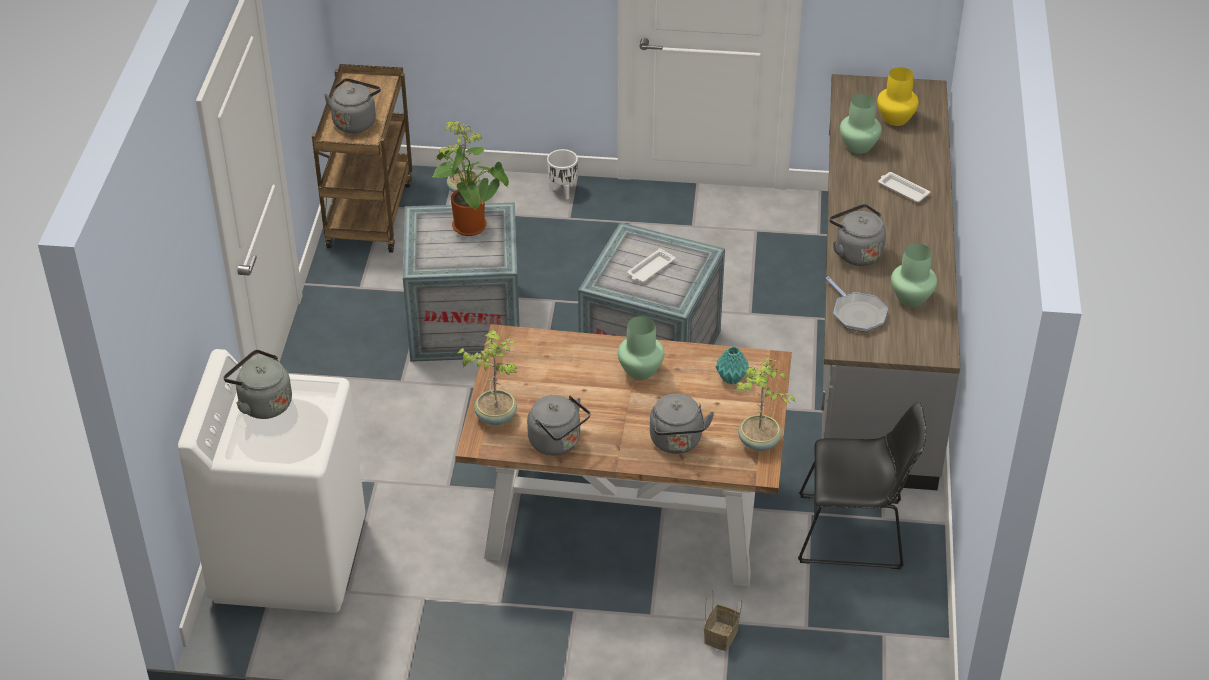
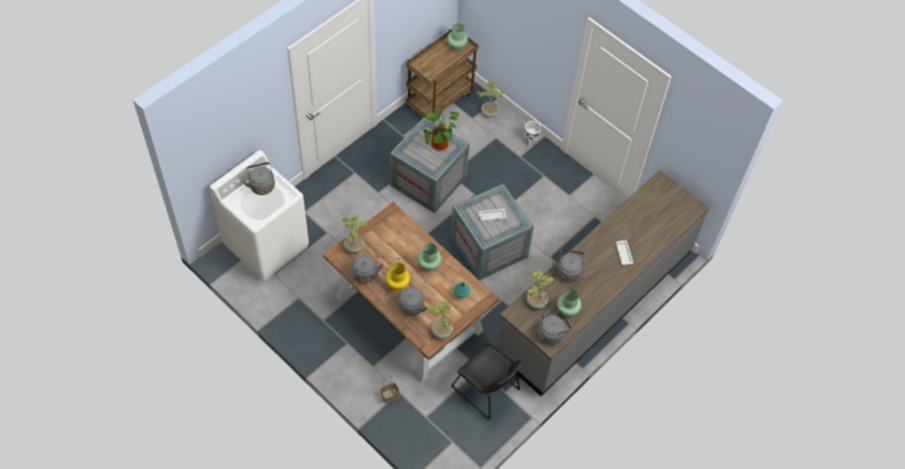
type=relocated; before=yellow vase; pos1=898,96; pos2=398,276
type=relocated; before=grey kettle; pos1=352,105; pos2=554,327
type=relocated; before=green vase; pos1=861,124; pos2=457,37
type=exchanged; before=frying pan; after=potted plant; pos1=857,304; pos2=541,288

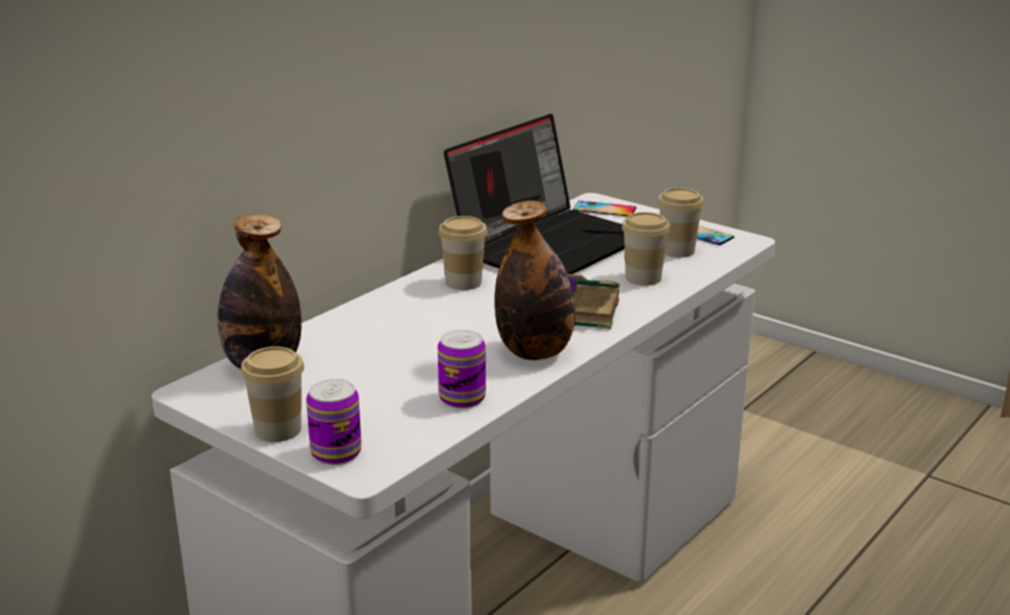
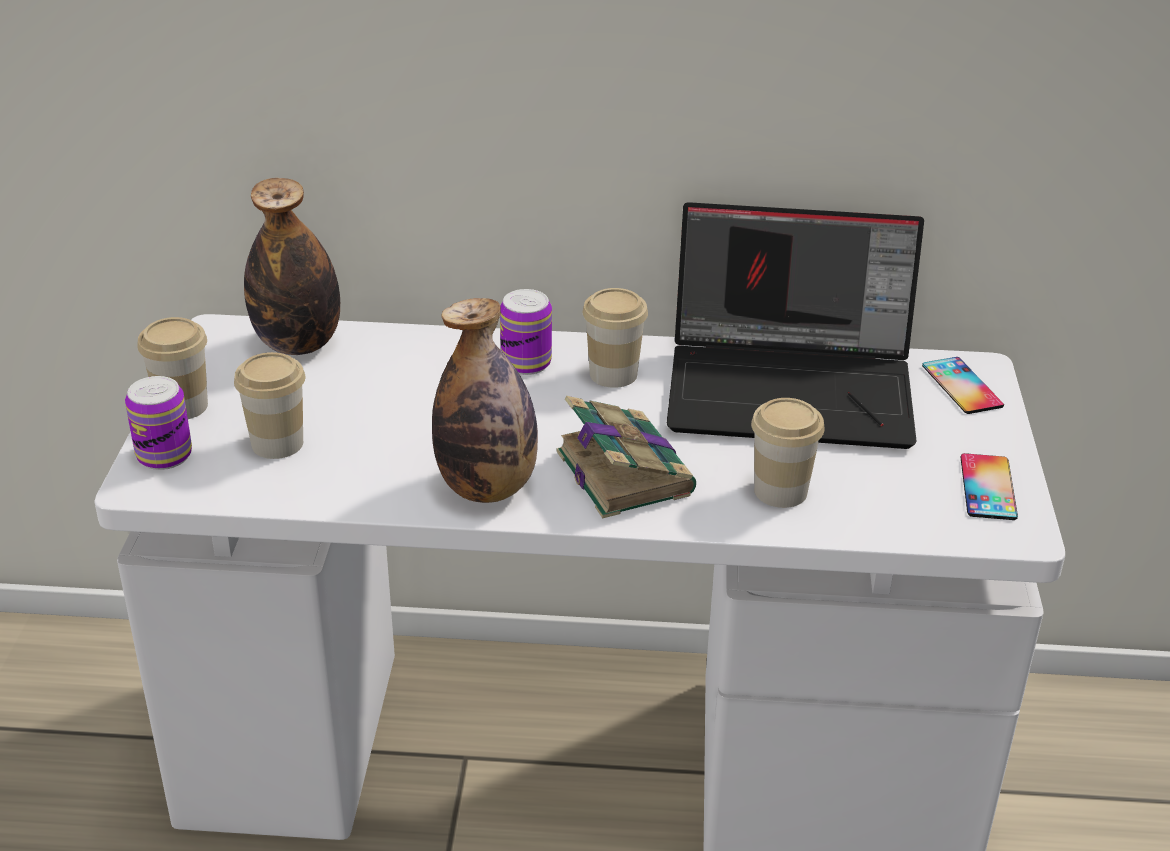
type=relocated; before=cup; pos1=681,223; pos2=269,405
type=relocated; before=can; pos1=462,369; pos2=526,332

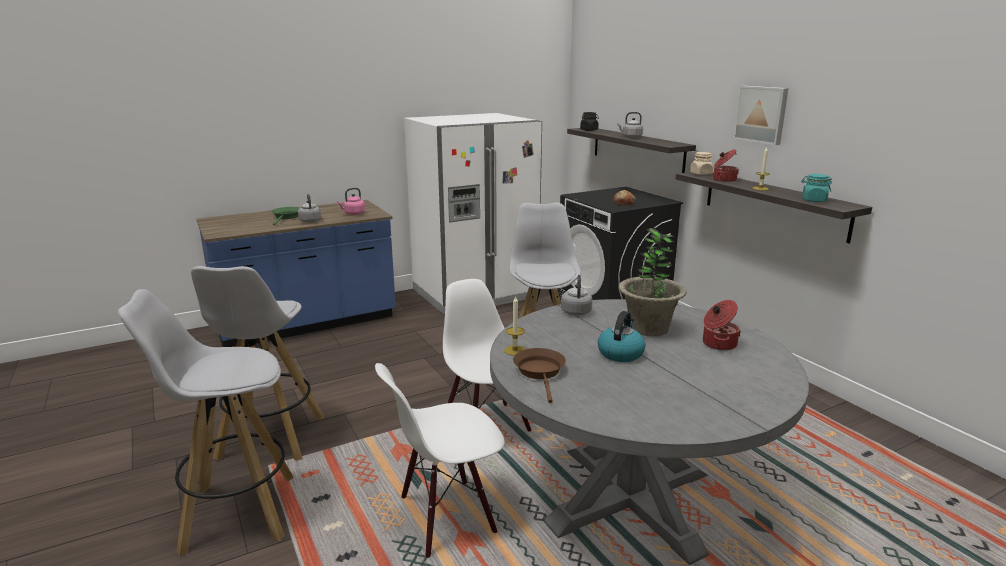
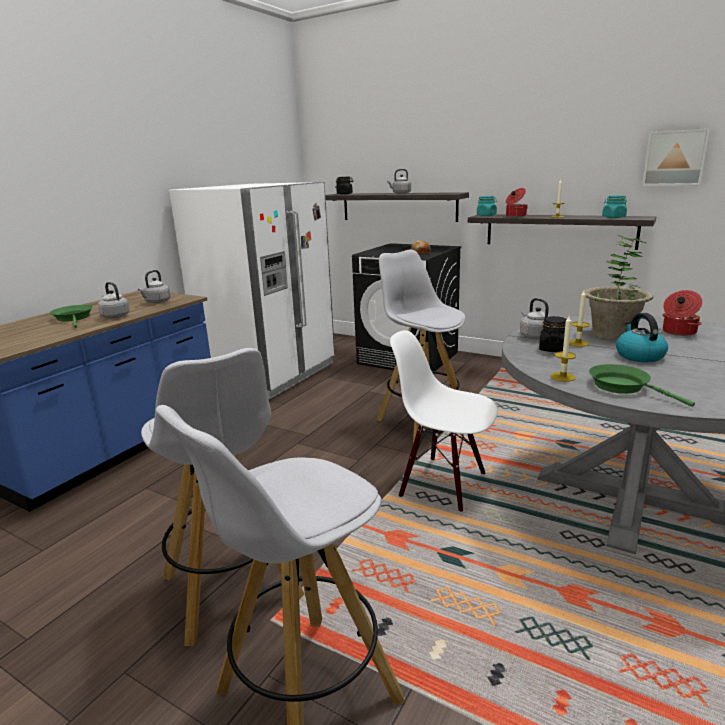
type=relocated; before=picture; pos1=761,115; pos2=676,157
type=colour; before=beige jar; after=turquoise jar; pos1=701,163; pos2=487,206
type=colour; before=pink kettle; after=grey kettle; pos1=351,201; pos2=154,286
type=colour; before=brown frying pan; after=green frying pan; pos1=539,375; pos2=642,385
type=missing; before=white chair; pos1=440,460
type=appeared; after=candle; pos2=579,319
type=appeared; after=black jar; pos2=553,334

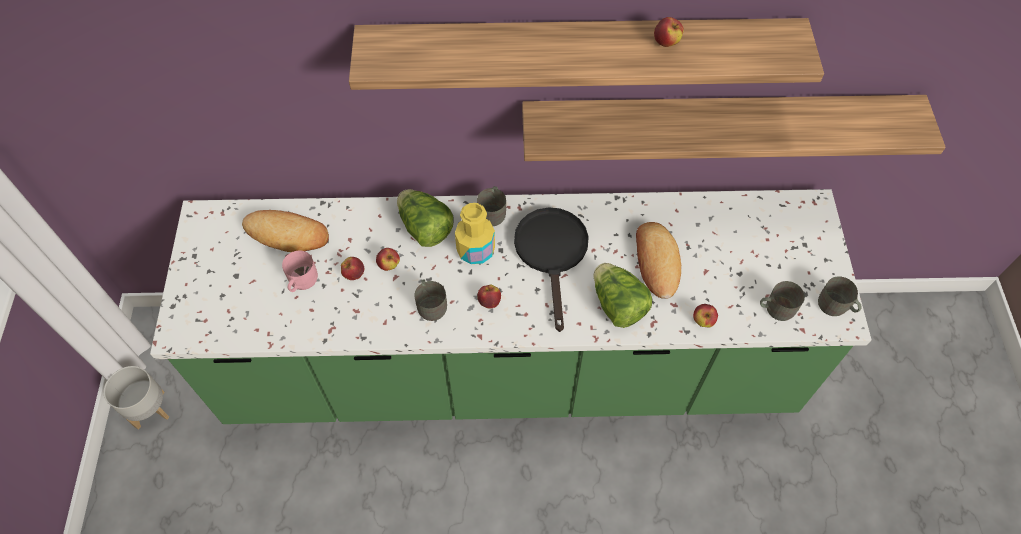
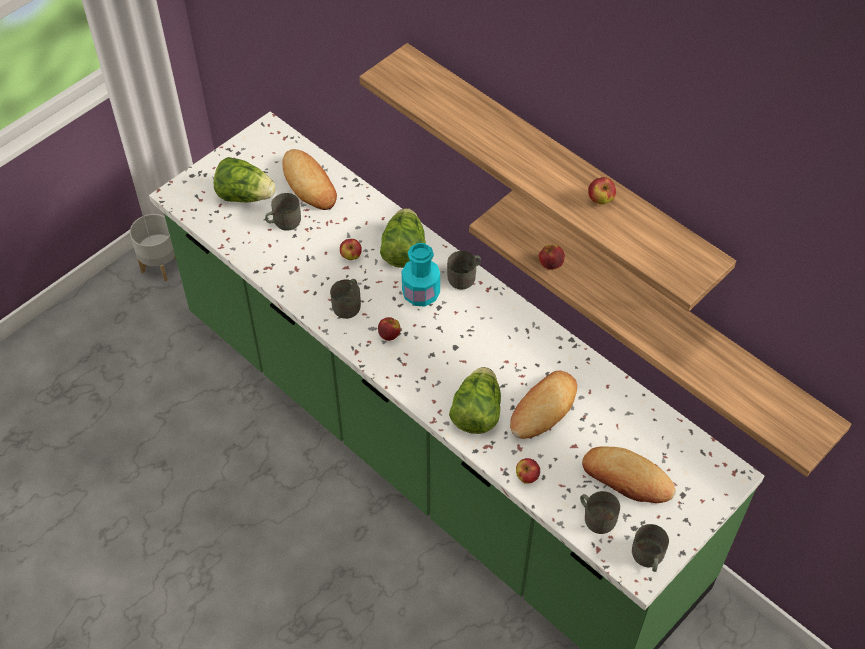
type=colour; before=yellow bottle; after=turquoise bottle; pos1=475,233; pos2=421,275
type=missing; before=black frying pan; pos1=551,269
type=colour; before=pink mug; after=grey mug; pos1=300,271; pos2=283,212
type=relocated; before=apple; pos1=352,268; pos2=551,257
type=appeared; after=lettuce; pos2=245,179
type=appeared; after=bread; pos2=629,474

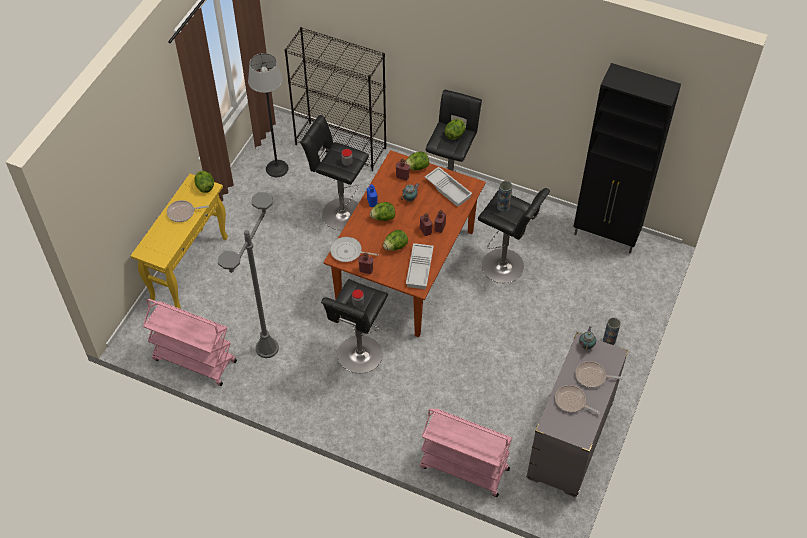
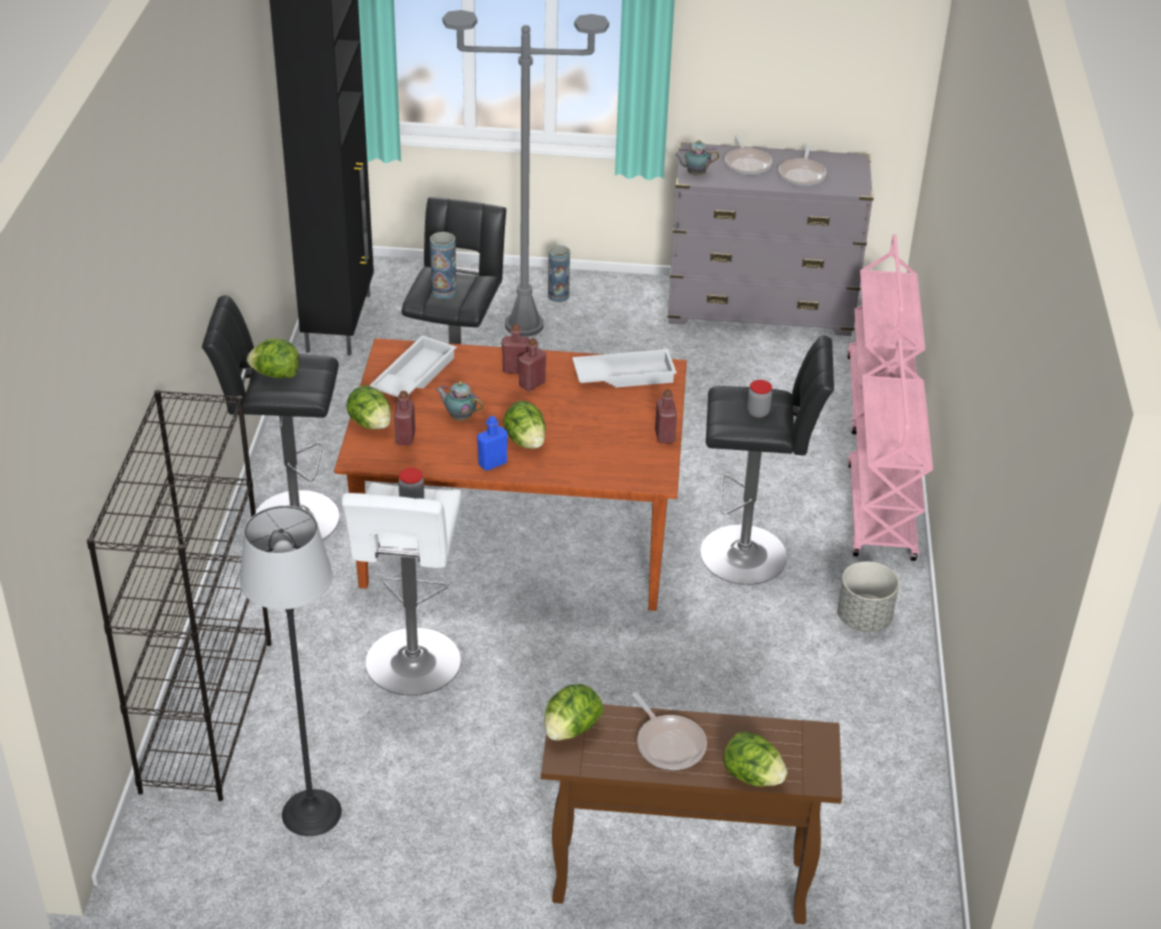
type=colour; before=black stool; after=white stool; pos1=334,172; pos2=402,589
type=colour; before=yellow console table; after=brown console table; pos1=179,241; pos2=691,814
type=relocated; before=grey floor lamp; pos1=248,275; pos2=526,173
type=relocated; before=lettuce; pos1=395,240; pos2=755,758
type=missing; before=frying pan; pos1=354,249
type=relocated; before=pink cart; pos1=190,342; pos2=890,450
type=appeared; after=grey planter; pos2=868,596

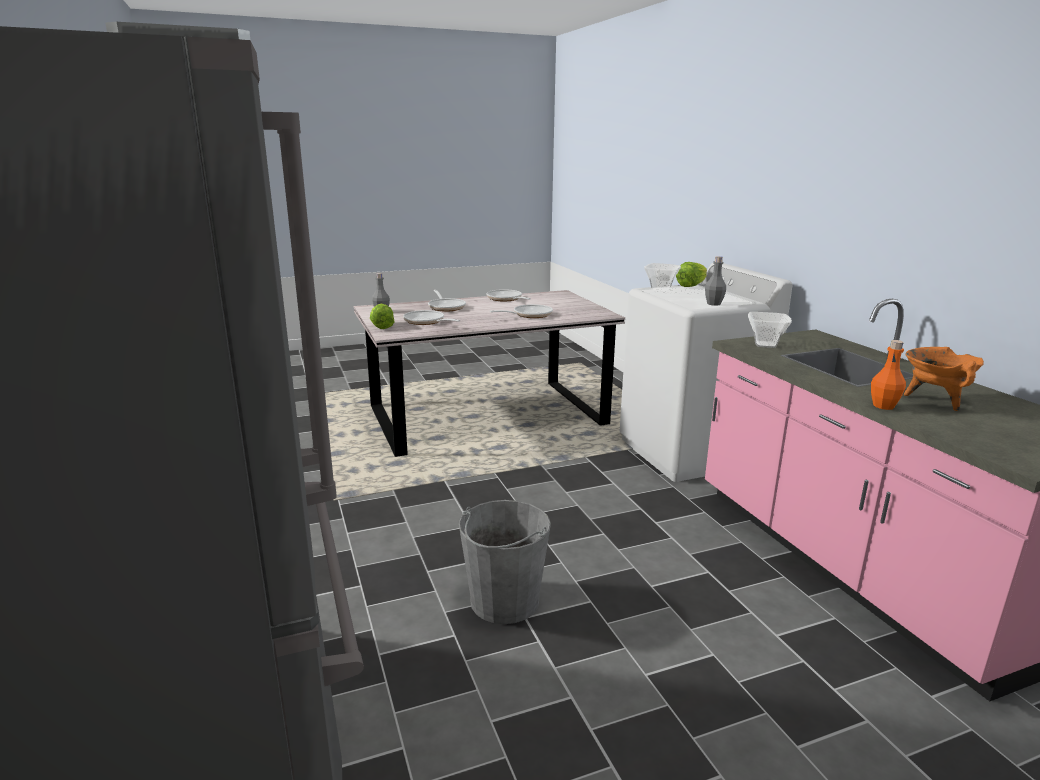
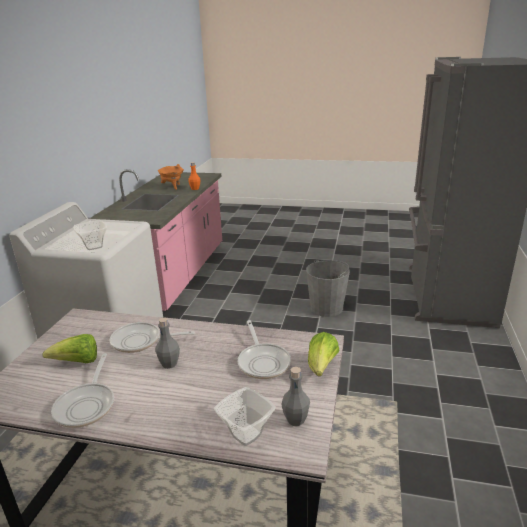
type=relocated; before=grey bottle; pos1=715,281; pos2=167,343
type=relocated; before=lettuce; pos1=691,274; pos2=69,348
type=missing; before=frying pan; pos1=447,301
type=relocated; before=bowl; pos1=770,330; pos2=245,416

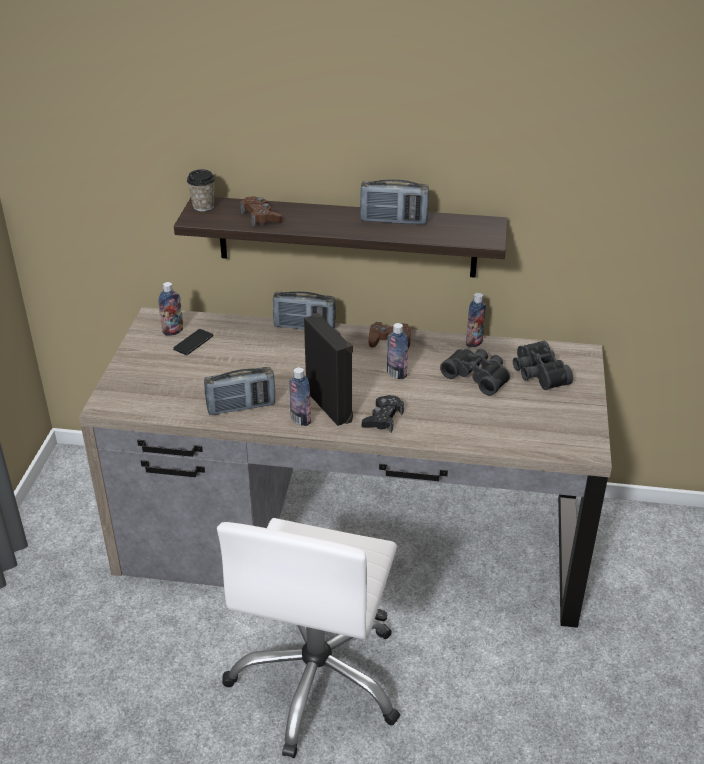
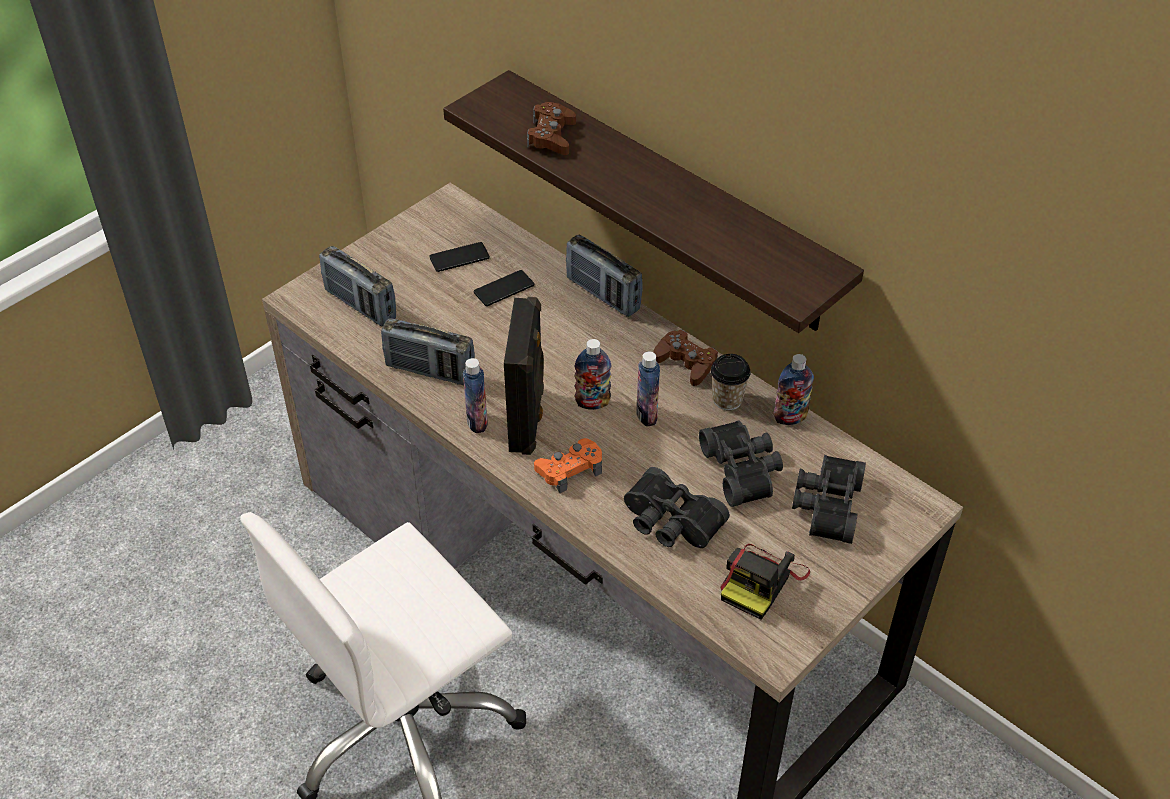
type=relocated; before=cup; pos1=201,190; pos2=731,382
type=relocated; before=radio; pos1=394,202; pos2=357,286
type=relocated; before=bottle; pos1=170,309; pos2=593,374
type=colour; before=black game controller; after=orange game controller; pos1=383,413; pos2=568,465
type=appeared; after=phone; pos2=504,288
type=appeared; after=black binoculars; pos2=677,507
type=appeared; after=photo camera; pos2=765,582

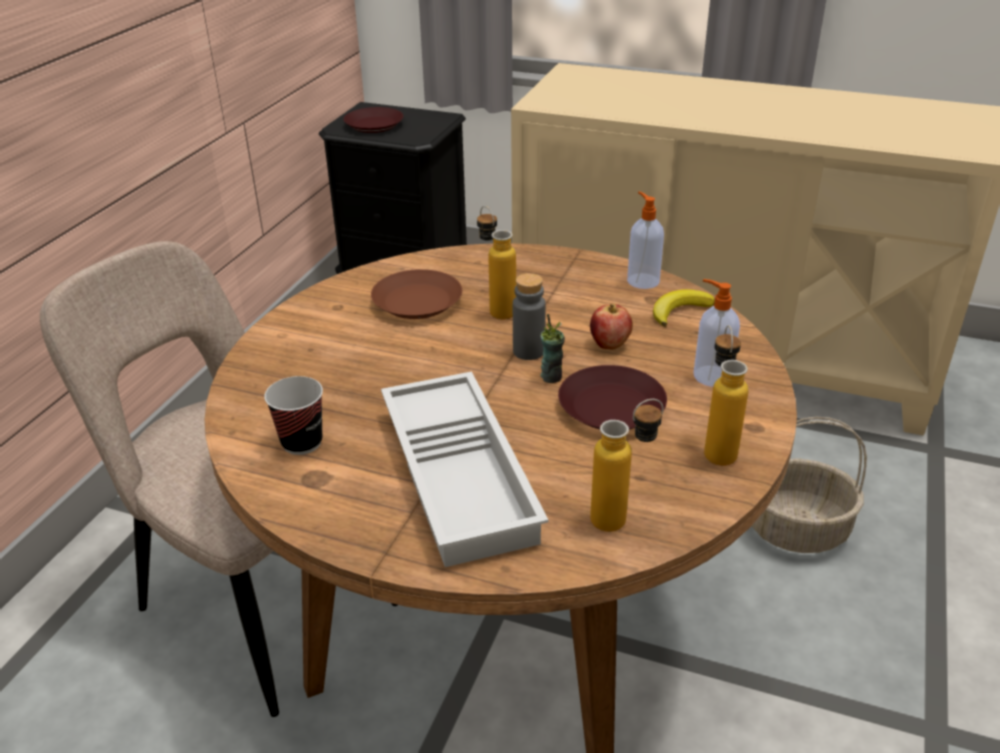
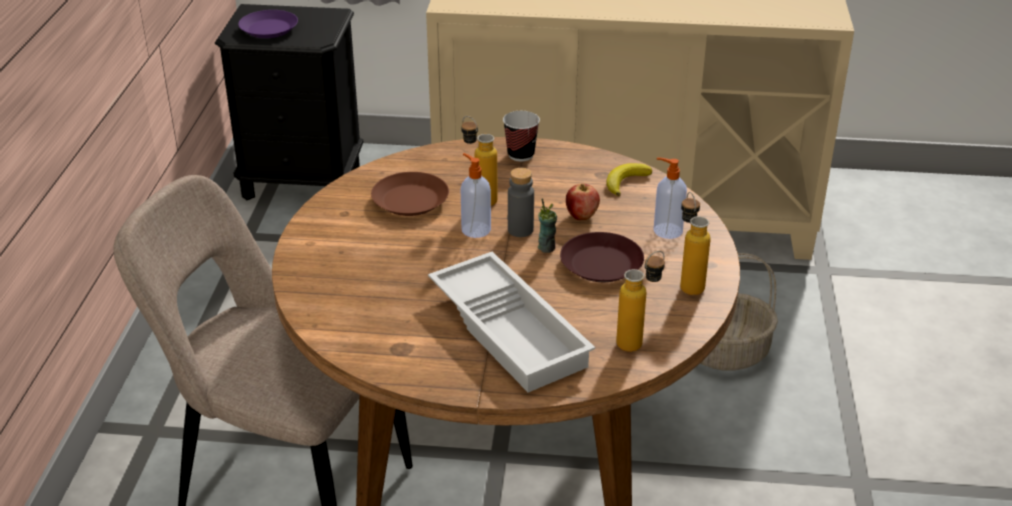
type=colour; before=brown plate; after=purple plate; pos1=373,120; pos2=268,24
type=relocated; before=soap dispenser; pos1=645,240; pos2=476,195
type=relocated; before=cup; pos1=293,415; pos2=521,136

